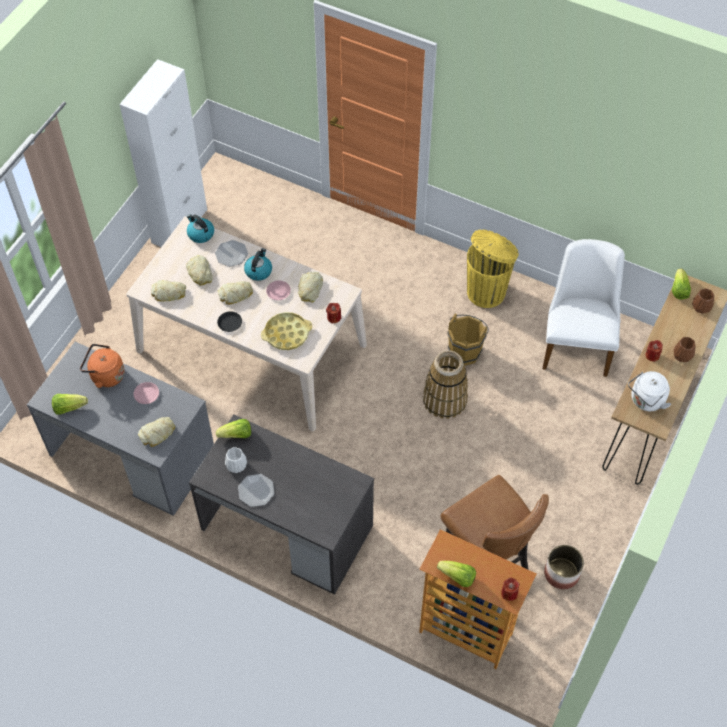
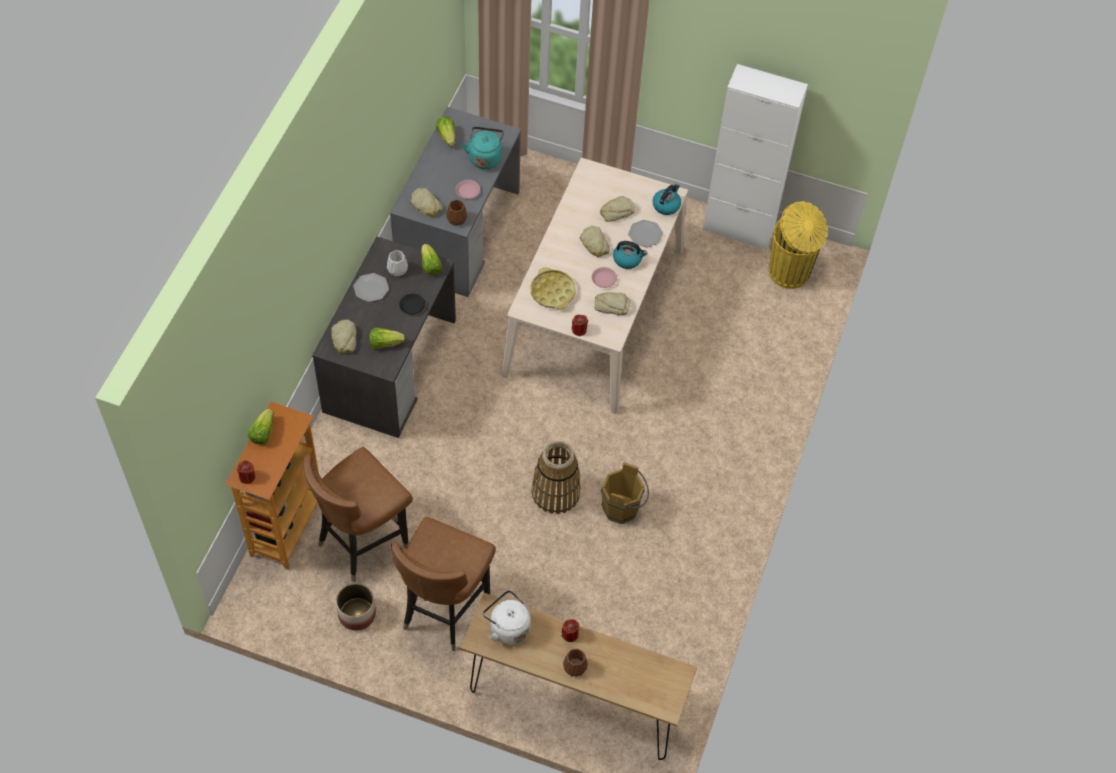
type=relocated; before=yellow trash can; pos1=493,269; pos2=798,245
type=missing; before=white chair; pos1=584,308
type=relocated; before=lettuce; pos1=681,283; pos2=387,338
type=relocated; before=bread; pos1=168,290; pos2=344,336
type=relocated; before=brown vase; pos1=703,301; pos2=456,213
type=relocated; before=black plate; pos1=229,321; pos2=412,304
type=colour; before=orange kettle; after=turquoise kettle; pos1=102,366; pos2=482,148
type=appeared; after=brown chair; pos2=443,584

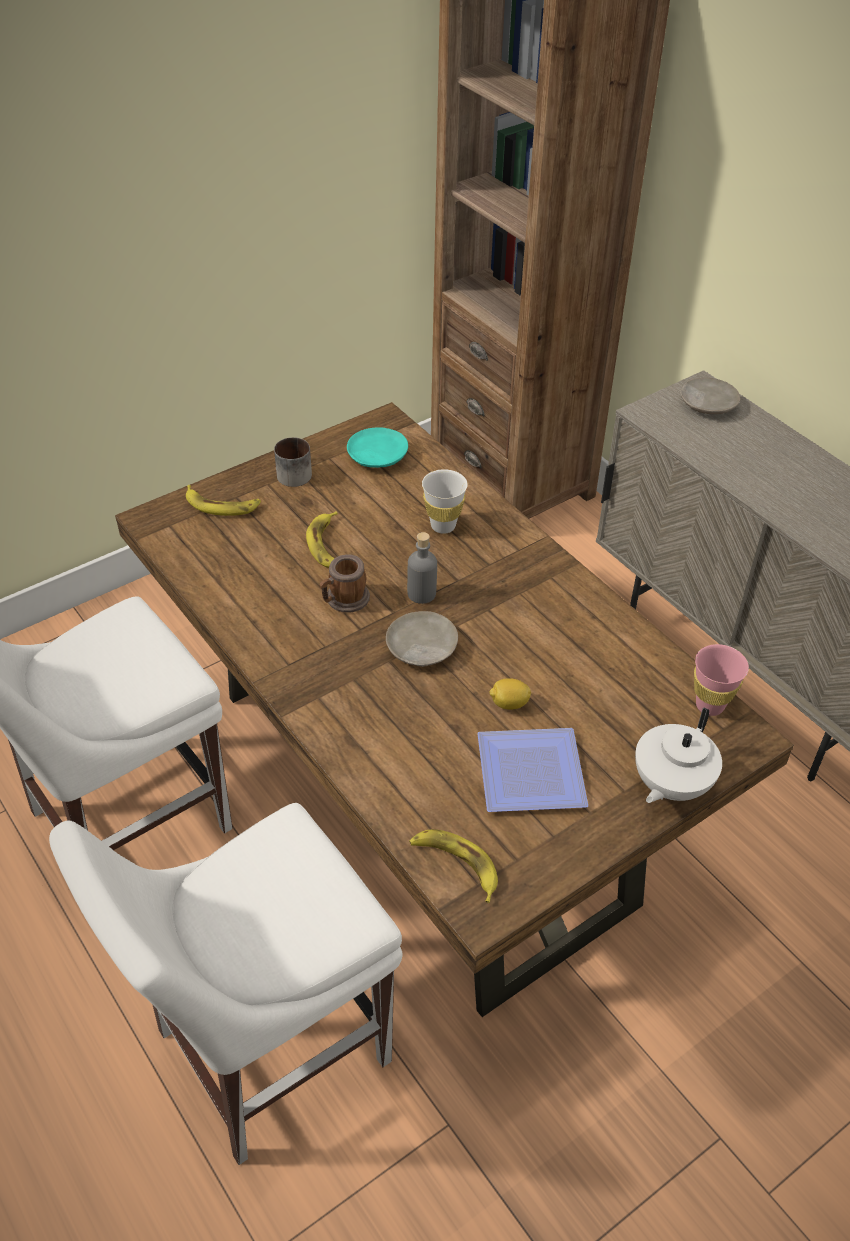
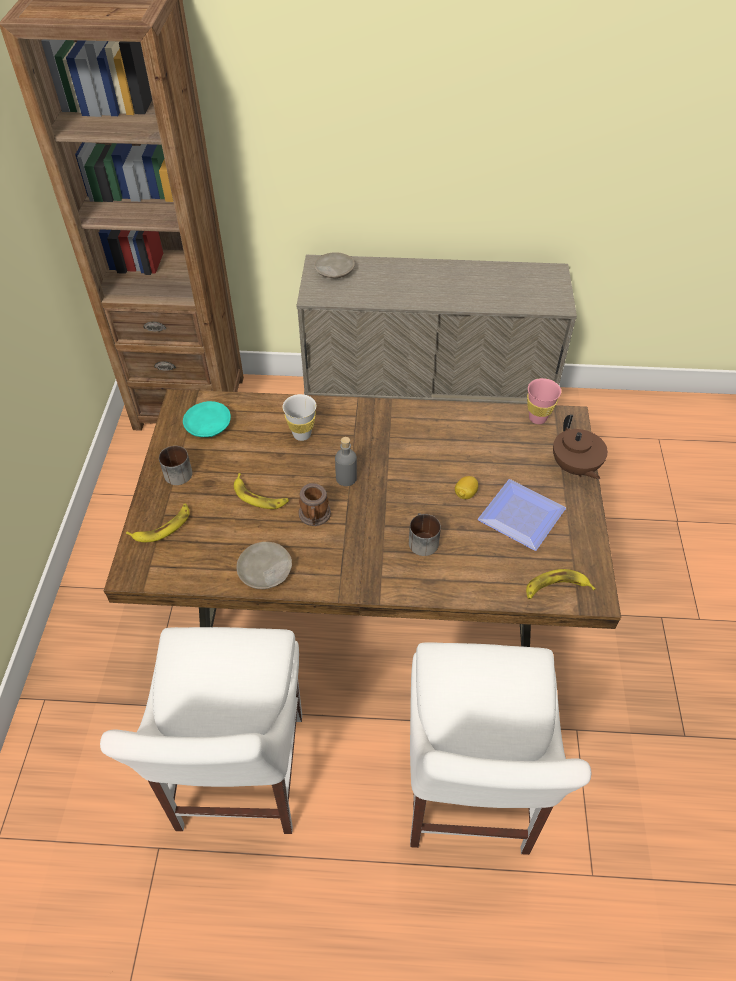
type=relocated; before=beige plate; pos1=422,639; pos2=264,565
type=colour; before=white teapot; after=brown teapot; pos1=678,755; pos2=580,447
type=appeared; after=mug; pos2=425,534

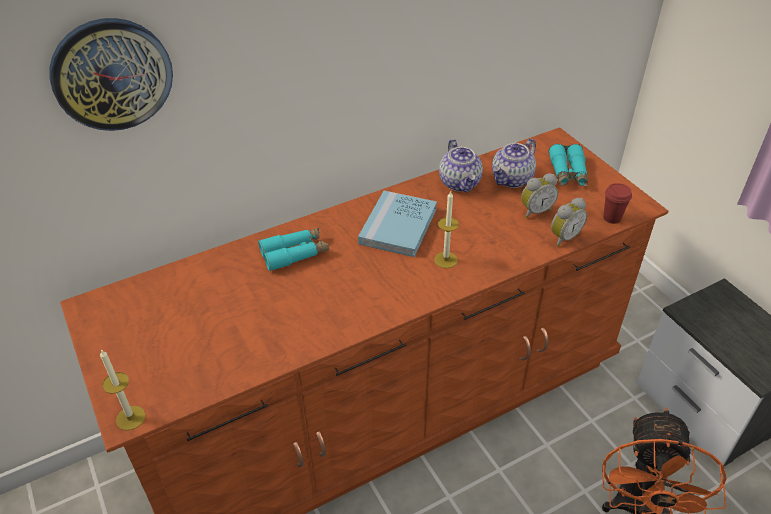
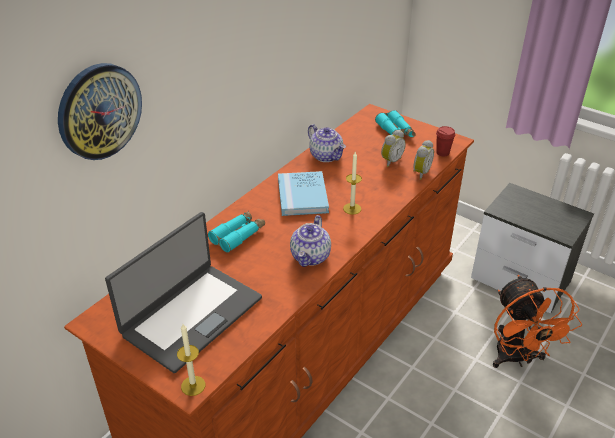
type=relocated; before=teapot; pos1=514,163; pos2=310,241
type=appeared; after=laptop; pos2=183,292

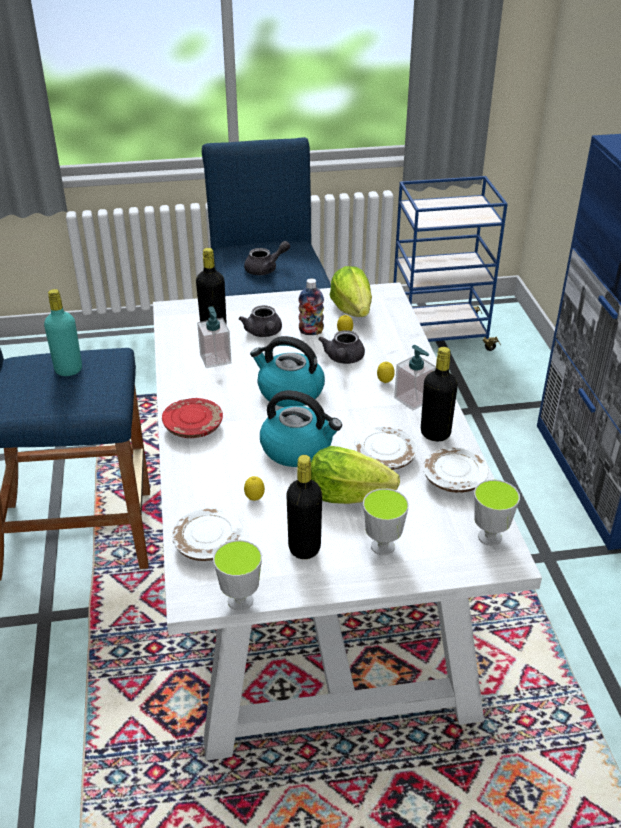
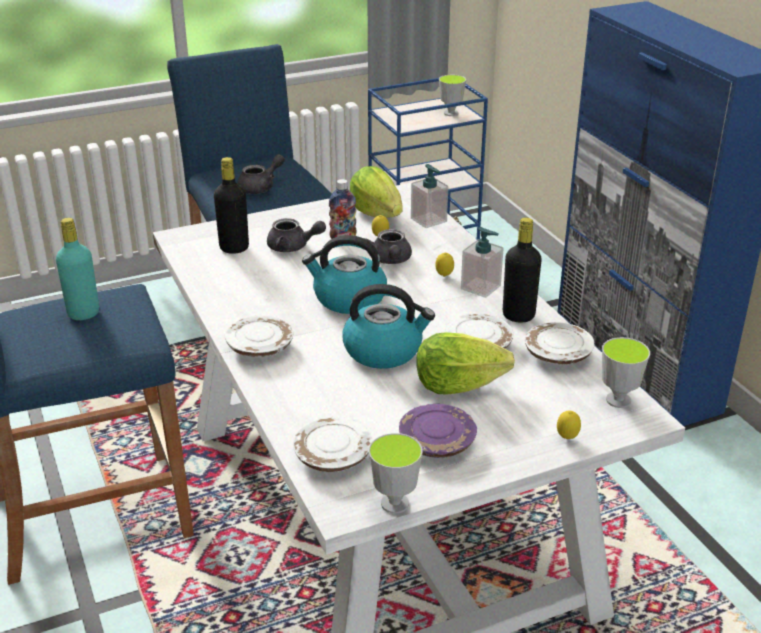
type=spun; before=grey teapot; pos1=260,321; pos2=296,235; turn=-45
type=relocated; before=soap dispenser; pos1=214,337; pos2=429,196
type=colour; before=red plate; after=white plate; pos1=192,418; pos2=259,336
type=exchanged; before=black bottle; after=purple plate; pos1=304,507; pos2=438,431
type=relocated; before=lemon; pos1=254,488; pos2=569,425
type=relocated; before=cup; pos1=386,521; pos2=452,95

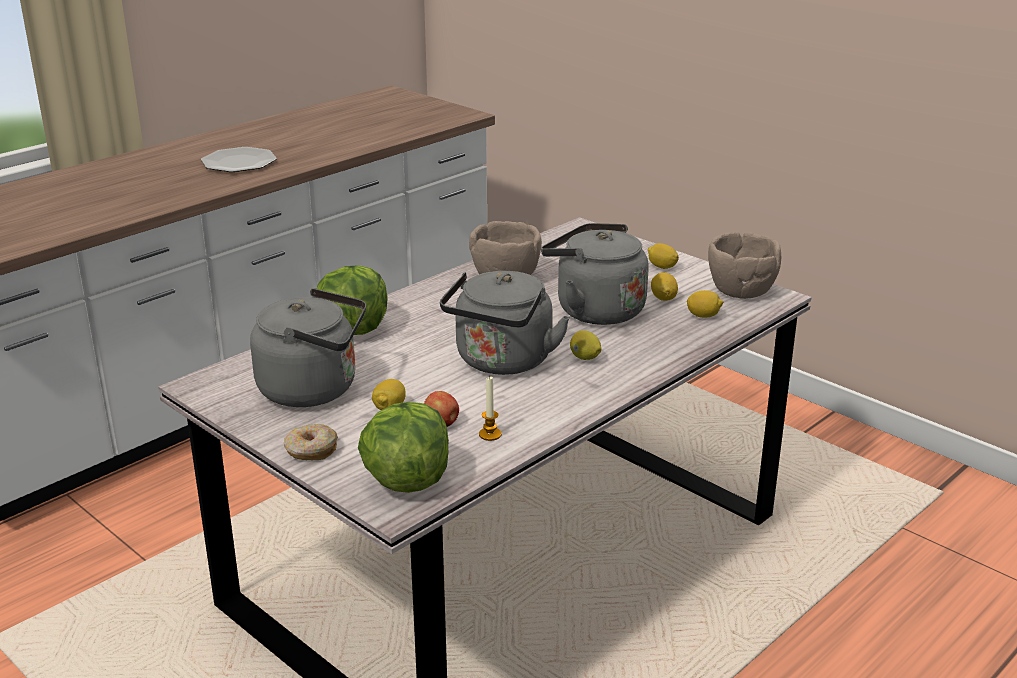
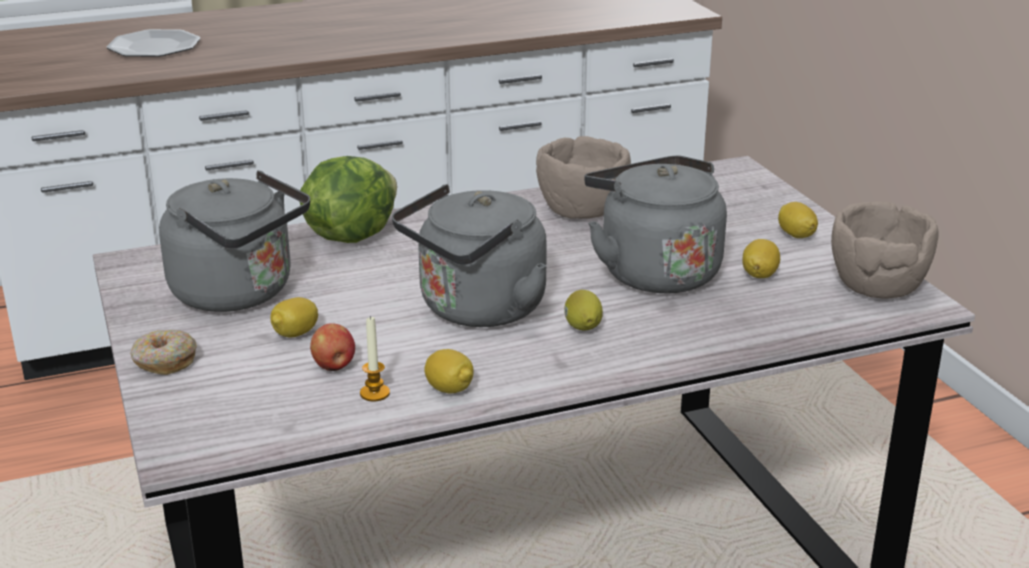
type=relocated; before=plate; pos1=239,159; pos2=154,43
type=relocated; before=lemon; pos1=705,304; pos2=449,371
type=missing; before=lettuce; pos1=403,447

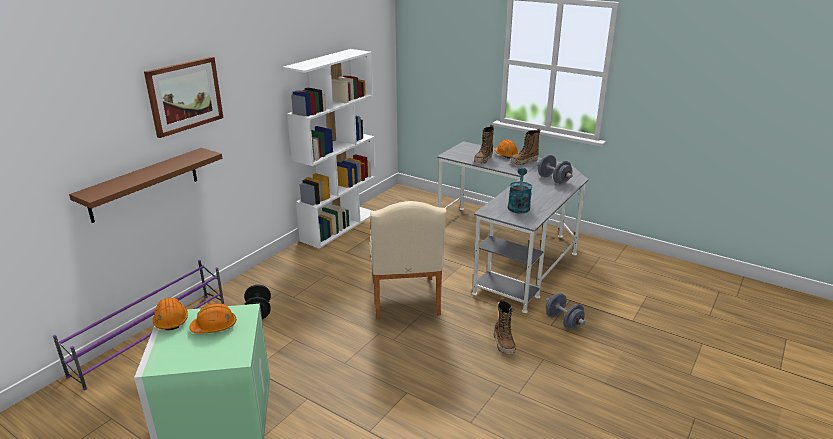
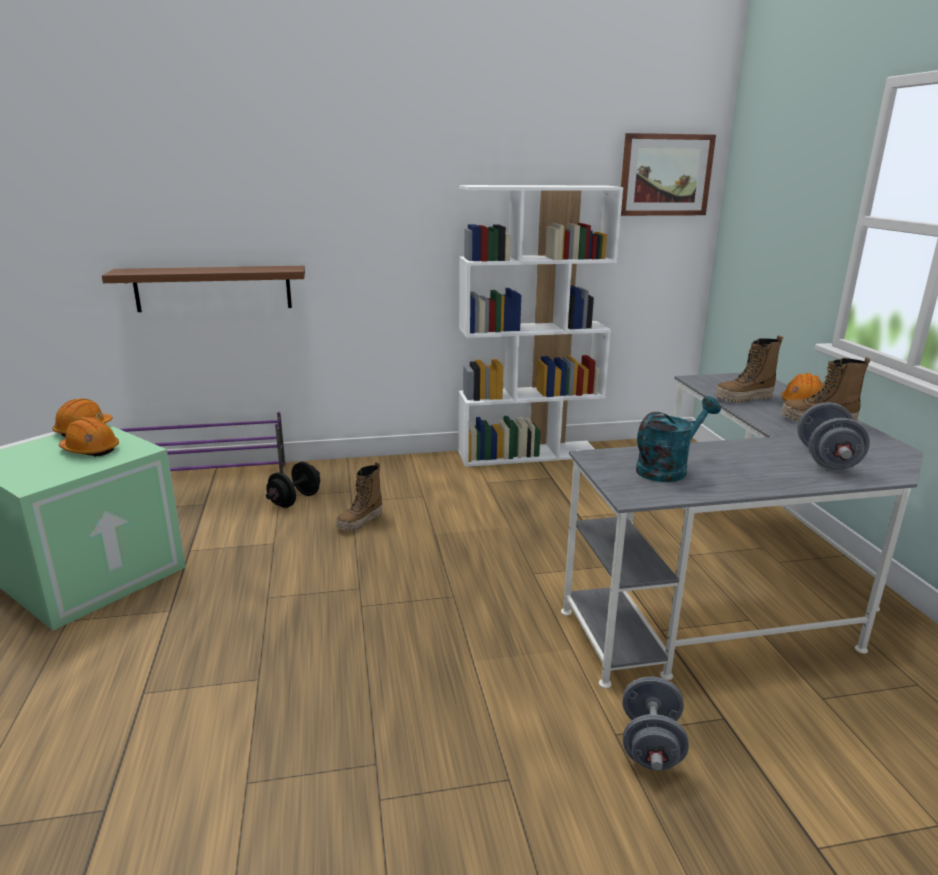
type=relocated; before=picture; pos1=183,97; pos2=668,174
type=missing; before=beige chair; pos1=408,260
type=relocated; before=boot; pos1=505,326; pos2=360,496

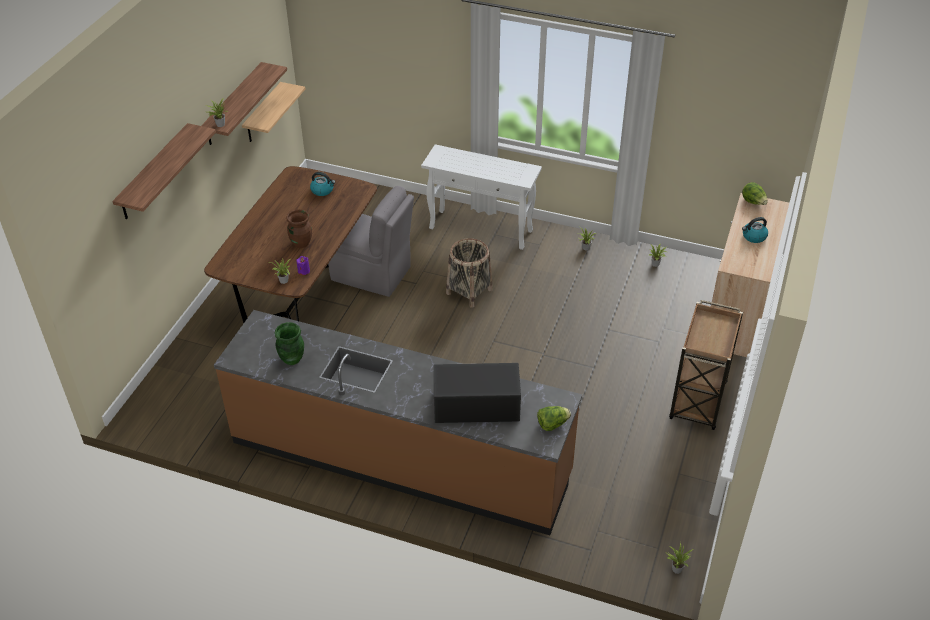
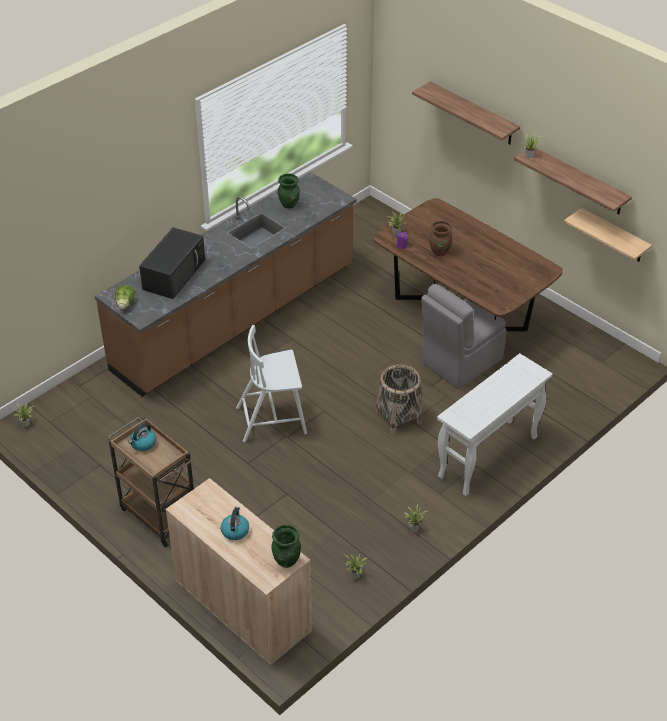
type=relocated; before=kettle; pos1=323,184; pos2=142,437
type=exchanged; before=lettuce; after=green vase; pos1=755,193; pos2=286,546
type=appeared; after=white chair; pos2=271,383

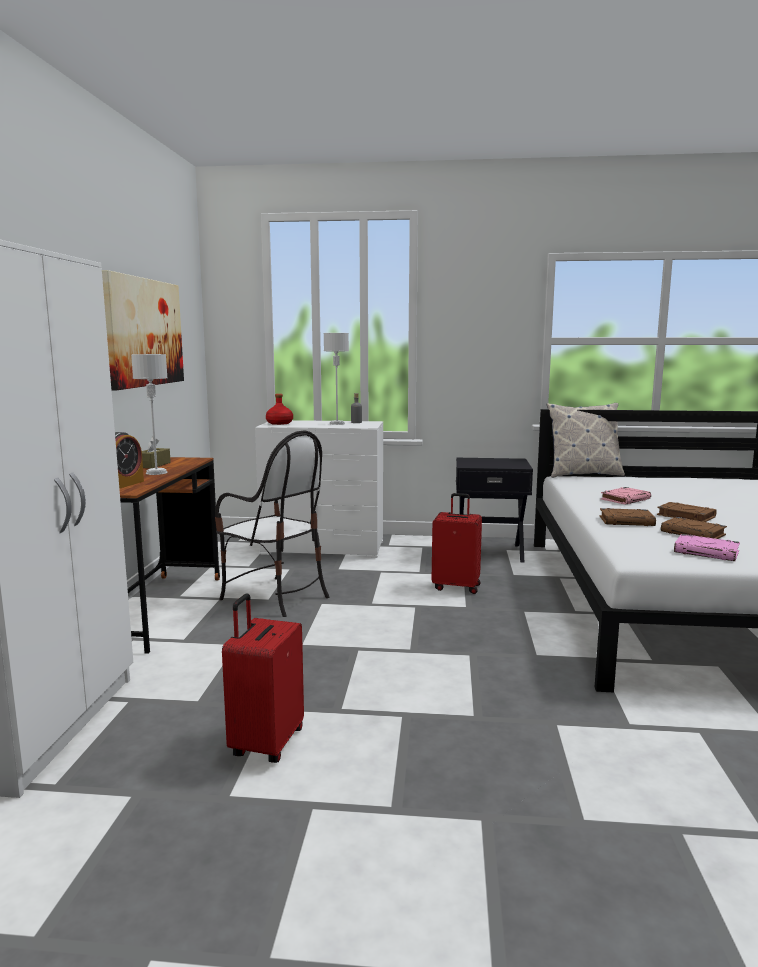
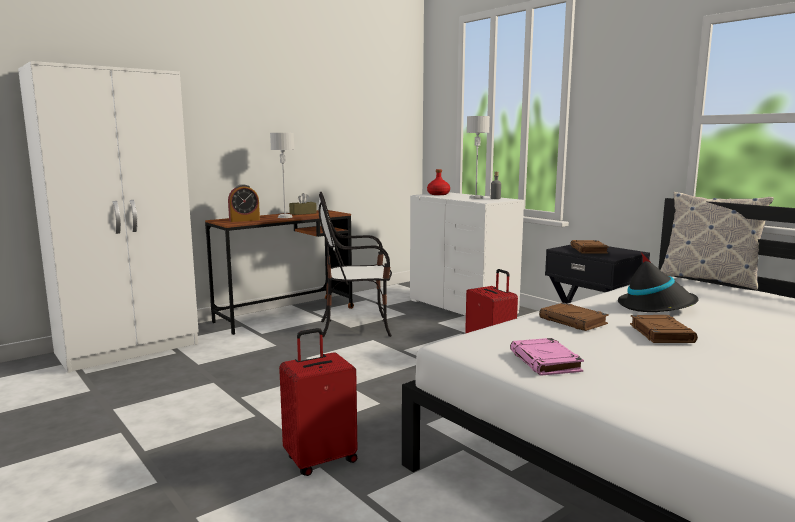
type=missing; before=picture; pos1=143,330
type=spun; before=chair; pos1=272,524; pos2=355,264; turn=90
type=exchanged; before=pink book; after=black hat; pos1=626,496; pos2=658,282
type=relocated; before=brown book; pos1=694,528; pos2=590,247
type=relocated; before=red suitcase; pos1=263,678; pos2=318,402

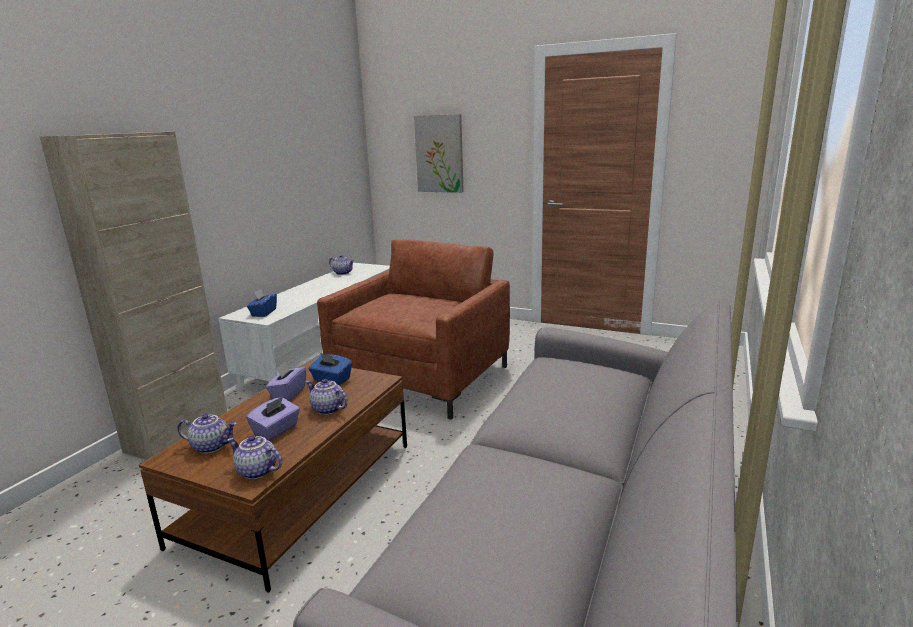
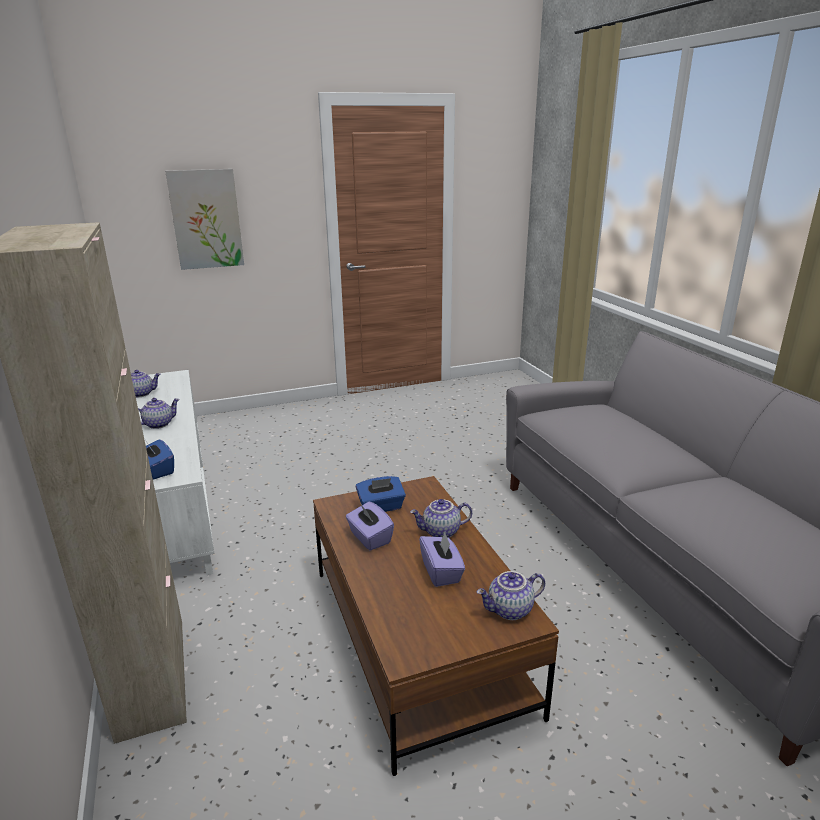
type=missing; before=brown armchair; pos1=413,329
type=relocated; before=teapot; pos1=207,434; pos2=159,413

